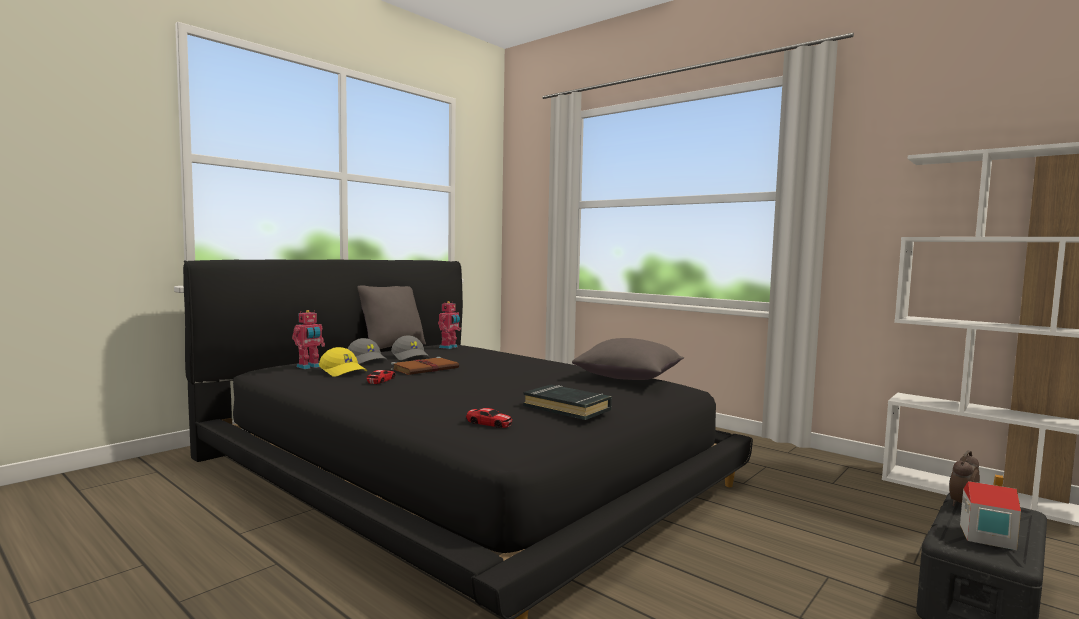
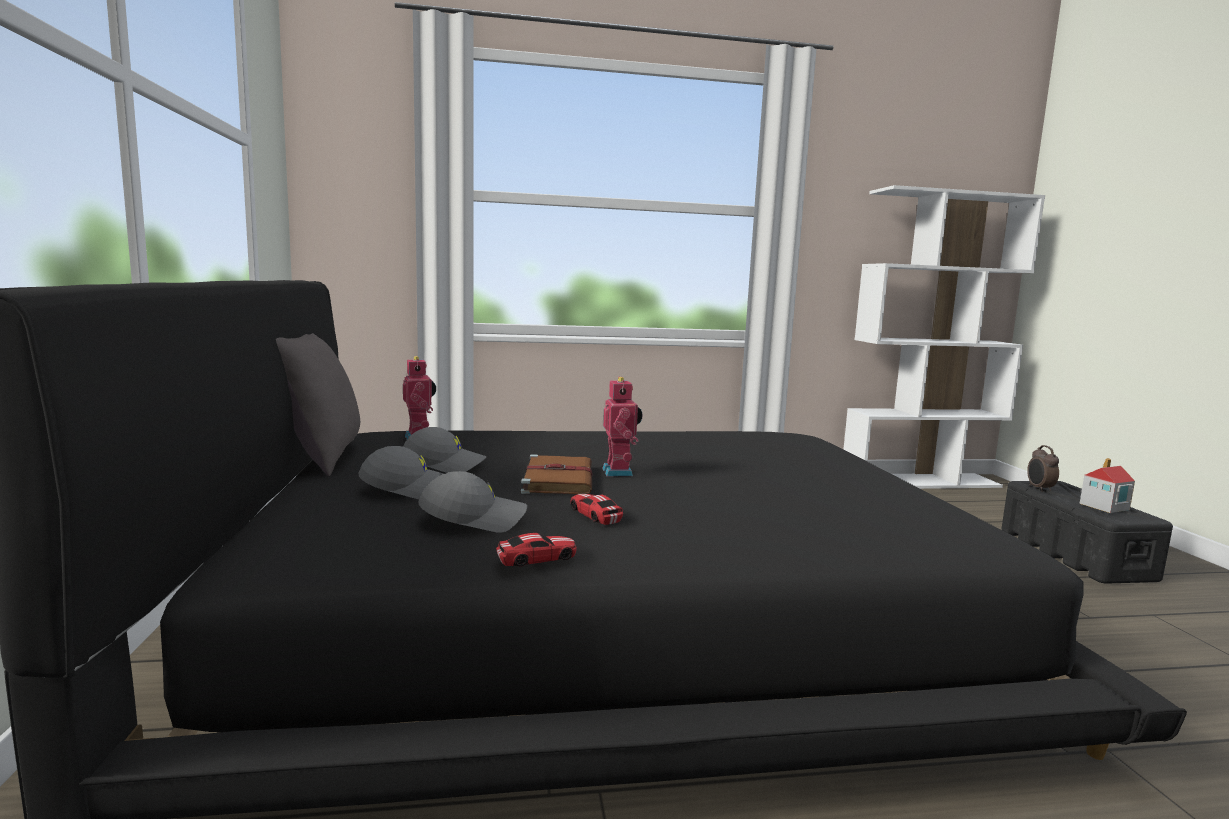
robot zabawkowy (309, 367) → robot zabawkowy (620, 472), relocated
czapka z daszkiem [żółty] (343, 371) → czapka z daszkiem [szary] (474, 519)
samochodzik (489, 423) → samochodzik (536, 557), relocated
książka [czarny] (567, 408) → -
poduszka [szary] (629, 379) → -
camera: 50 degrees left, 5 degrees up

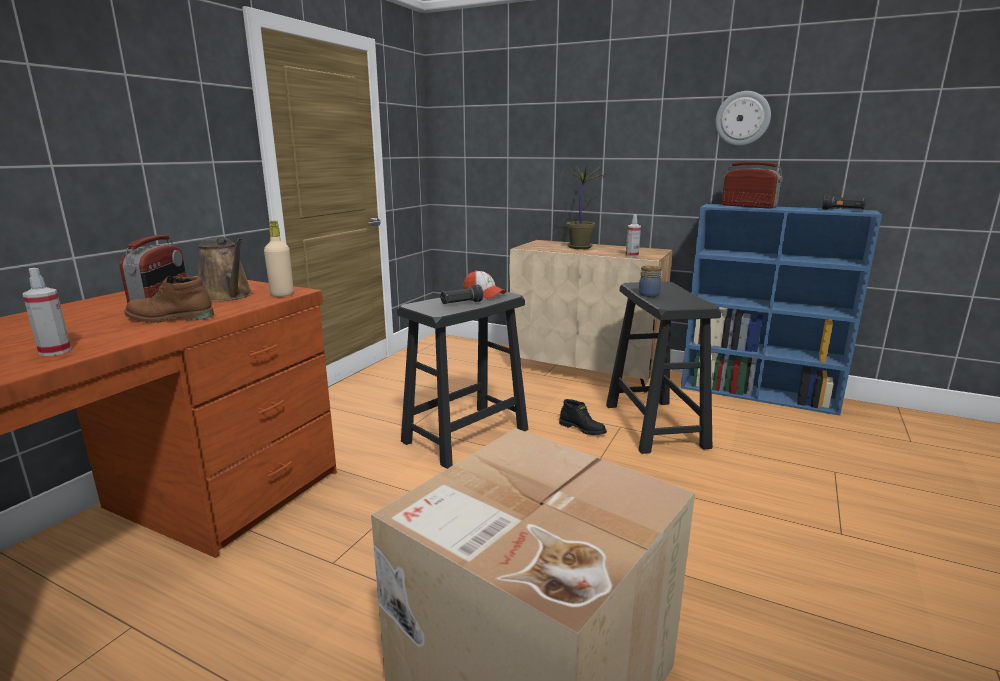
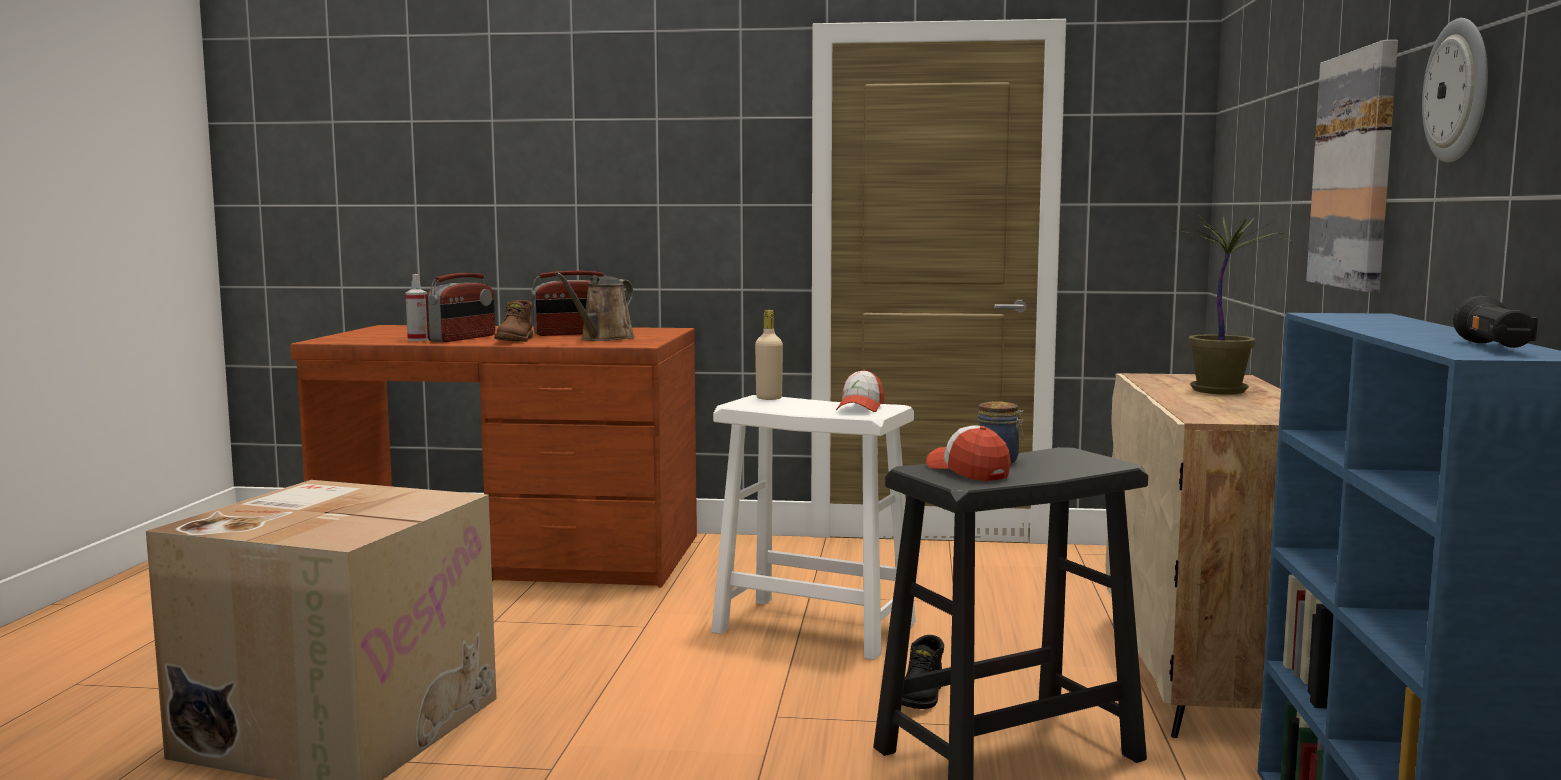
but z cholewką [brązowy] (169, 318) → but z cholewką [brązowy] (516, 340), 150 degrees counterclockwise
butelka [beżowy] (282, 294) → butelka [beżowy] (769, 398), relocated
stołek [czarny] (466, 435) → stołek [biały] (815, 628)
latarka [czarny] (461, 303) → -
spryskiwacz (632, 256) → -
radio (749, 206) → radio (463, 338), relocated
- → czapka z daszkiem (968, 471)
- → obraz (1355, 170)
camera: 70 degrees right, 10 degrees down

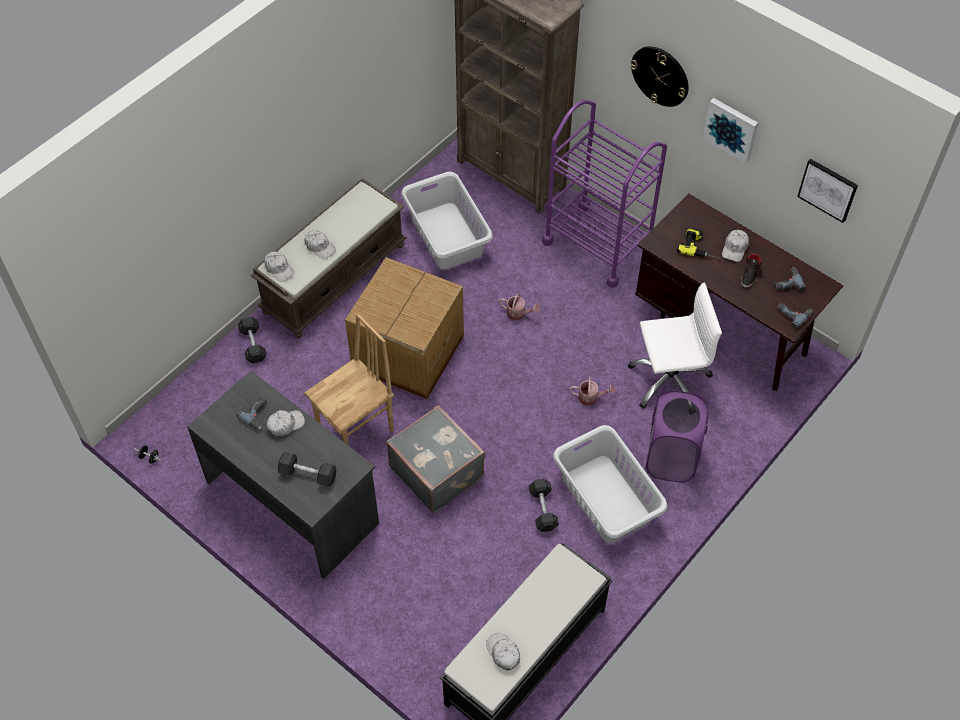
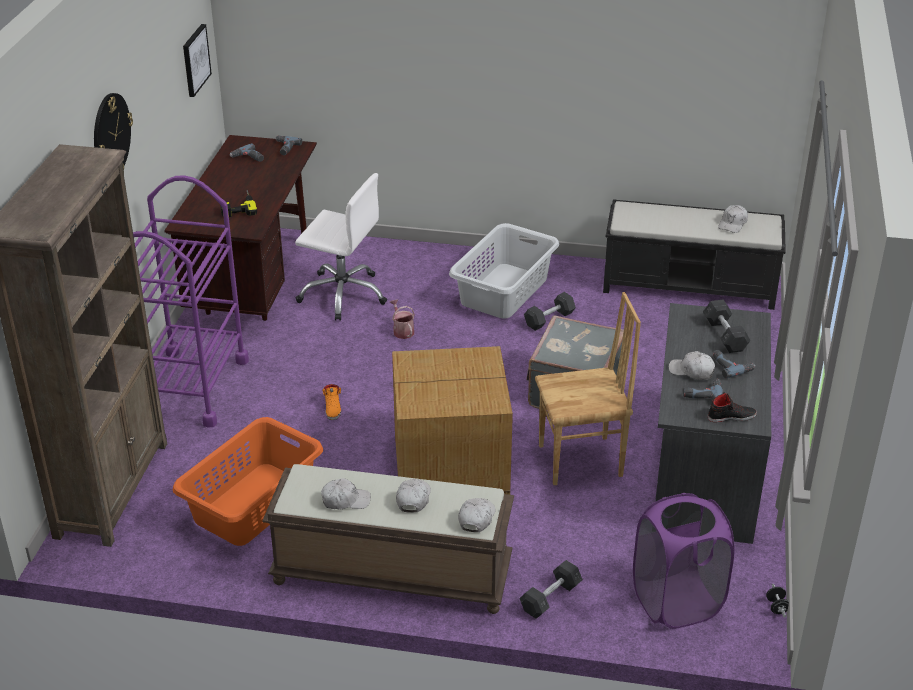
krzesło [brązowy] (357, 430) → krzesło [brązowy] (581, 462), 150 degrees clockwise
kosz na pranie [szary] (447, 235) → kosz na pranie [pomarańczowy] (252, 504)
konewka (518, 314) → but [pomarańczowy] (333, 408)
krzesło biurowe [biały] (669, 381) → krzesło biurowe [biały] (343, 294), 150 degrees clockwise
kosz na pranie [fioletowy] (670, 458) → kosz na pranie [fioletowy] (676, 602), relocated
obraz (731, 129) → -
czapka z daszkiem [biały] (735, 248) → czapka z daszkiem [biały] (345, 500), relocated
but [czarny] (750, 275) → but [czarny] (731, 416), relocated
- → wiertarka (731, 366)
camera: 120 degrees left, 20 degrees down

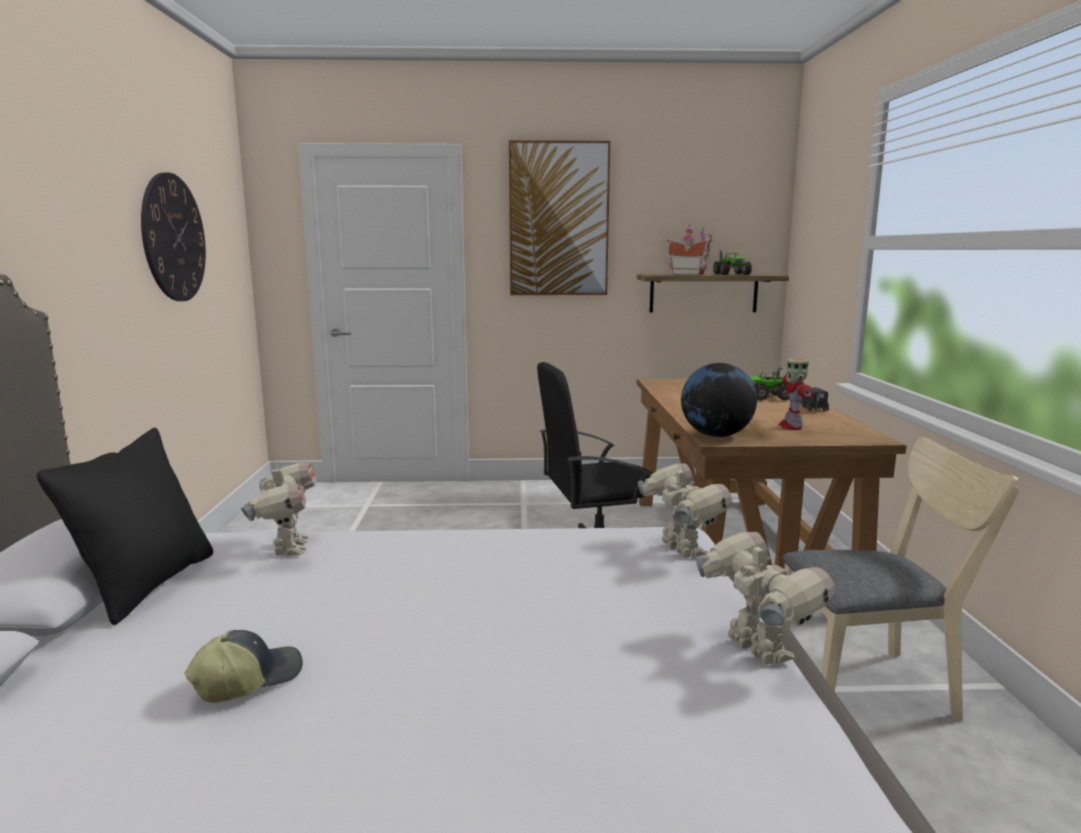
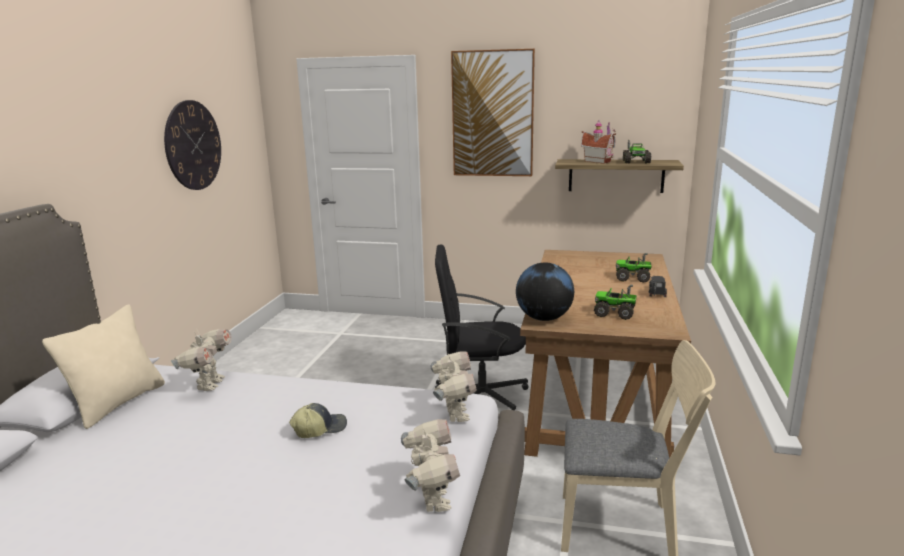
poduszka [czarny] (147, 585) → poduszka [beżowy] (118, 403)
czapka z daszkiem (247, 680) → czapka z daszkiem (319, 428), relocated
robot zabawkowy (791, 426) → ciężarówka zabawkowa (615, 313)
camera: 15 degrees right, 5 degrees up

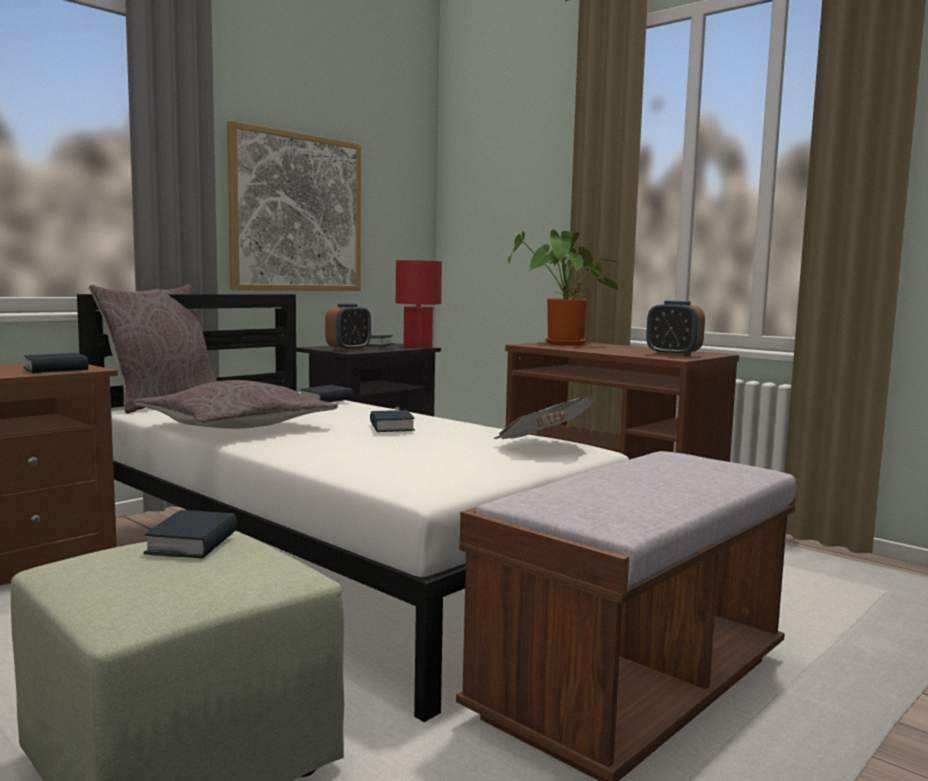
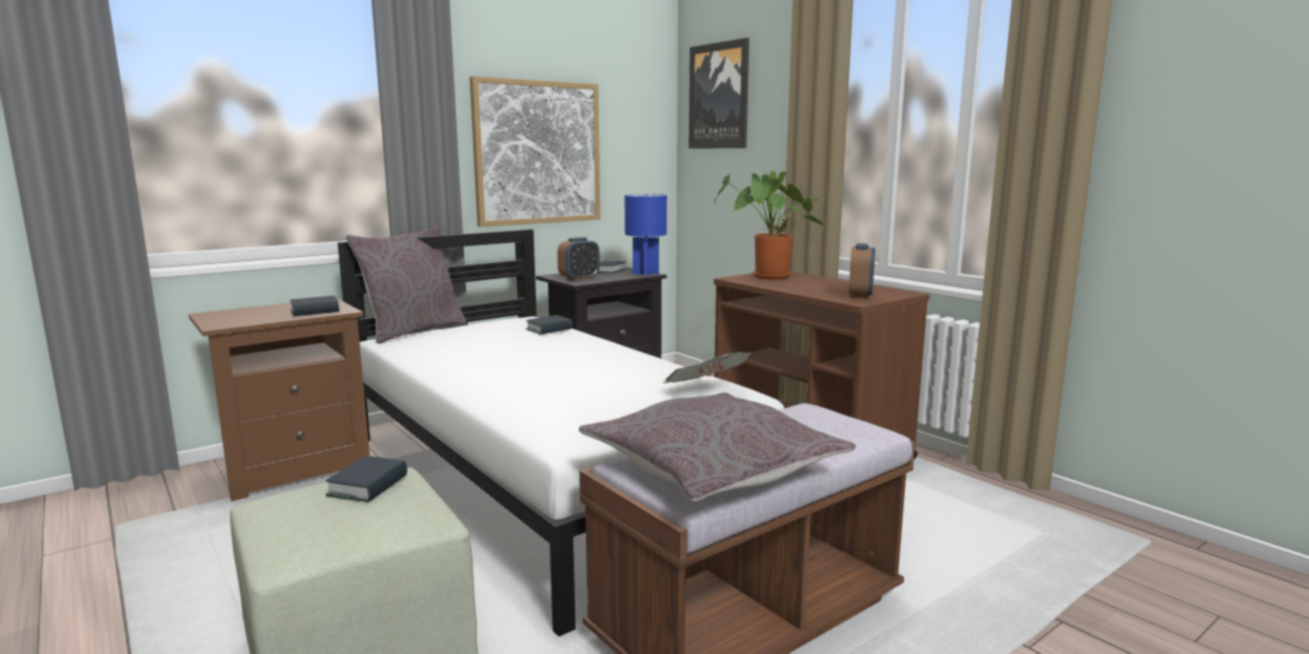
poduszka [szary] (235, 426) → poduszka [szary] (711, 466), relocated
książka (391, 427) → -
lampa stołowa [czerwony] (417, 347) → lampa stołowa [niebieski] (645, 273)
budzik (673, 354) → budzik (860, 295), 120 degrees counterclockwise
- → obraz (719, 96)
camera: 10 degrees right, 5 degrees up

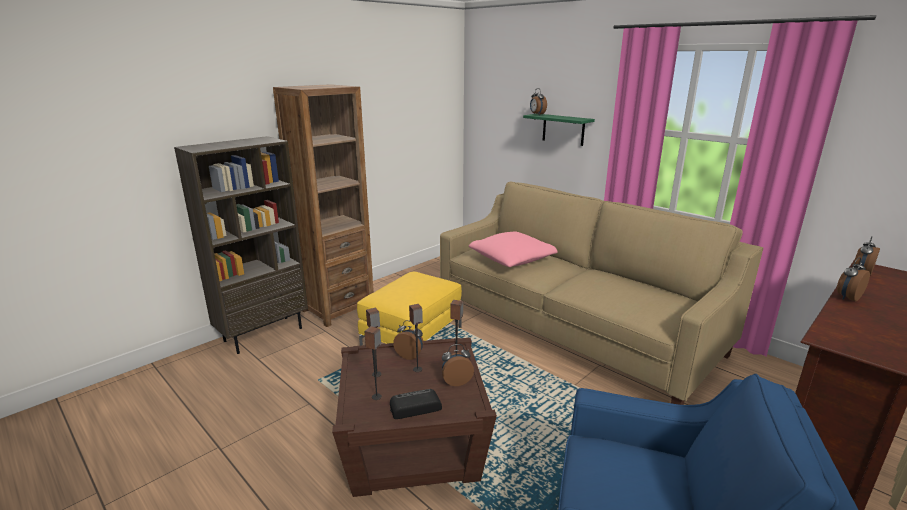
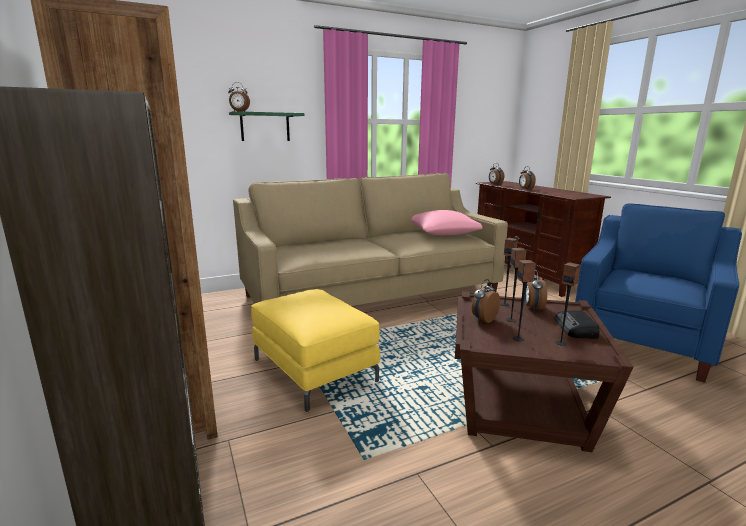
poduszka [różowy] (512, 259) → poduszka [różowy] (442, 233), relocated
camera: 70 degrees left, 5 degrees down

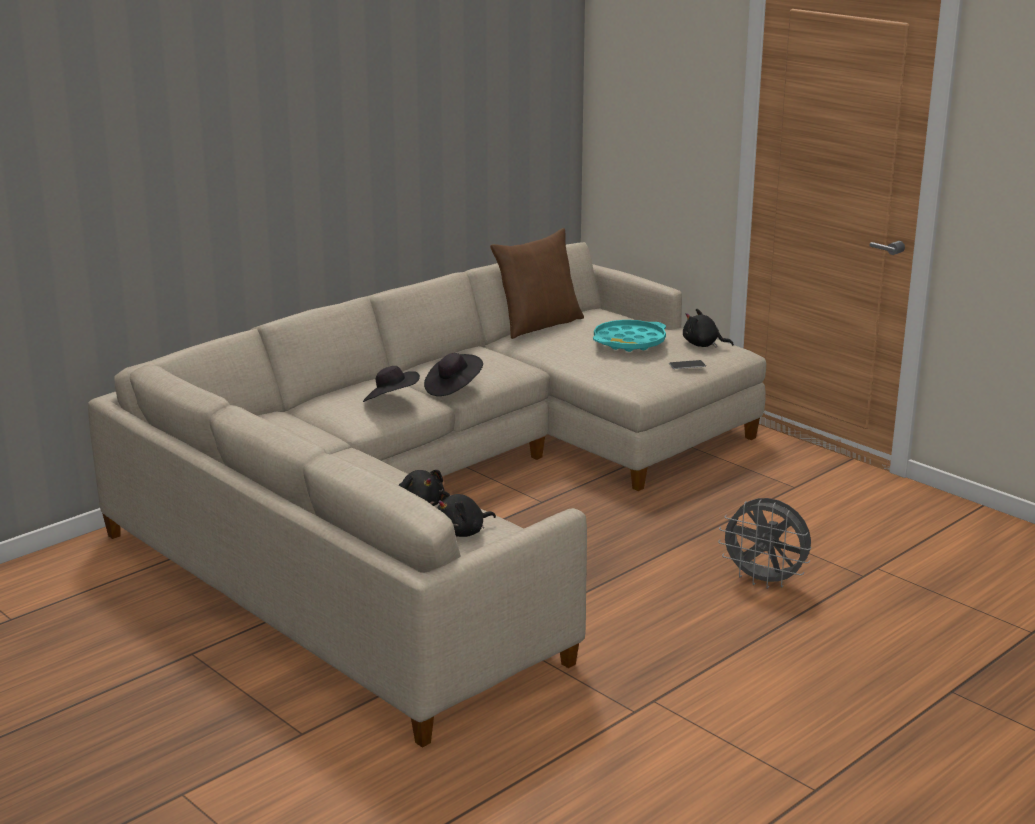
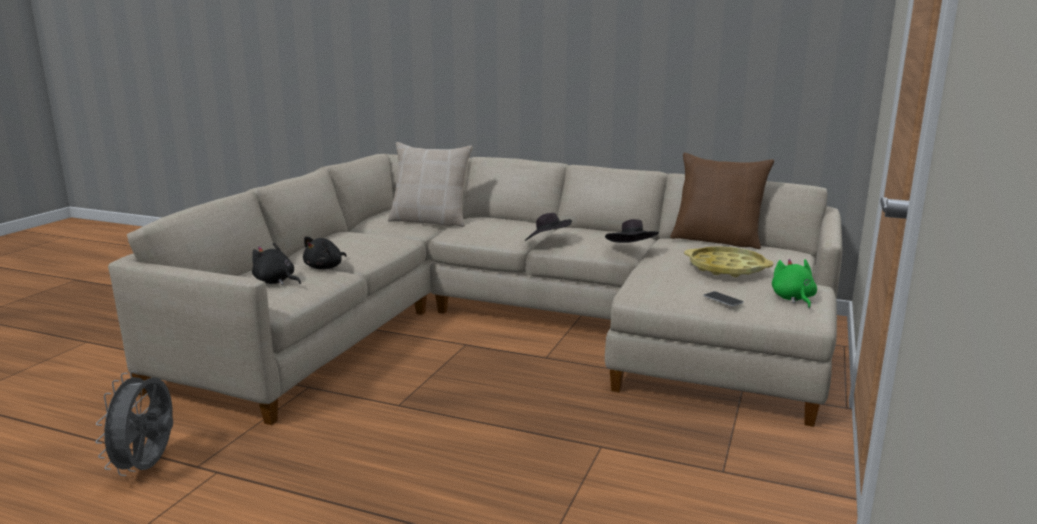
kapelusz [czarny] (391, 401) → kapelusz [czarny] (632, 249), relocated
taca [turkusowy] (629, 342) → taca [żółty] (727, 268)
pluszak [czarny] (703, 345) → pluszak [zielony] (793, 299)
wentylator [szary] (765, 581) → wentylator [szary] (148, 467), relocated
- → poduszka [beżowy] (430, 221)
camera: 65 degrees right, 5 degrees down

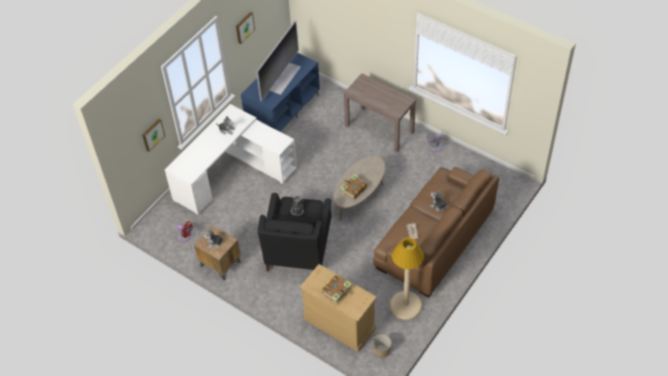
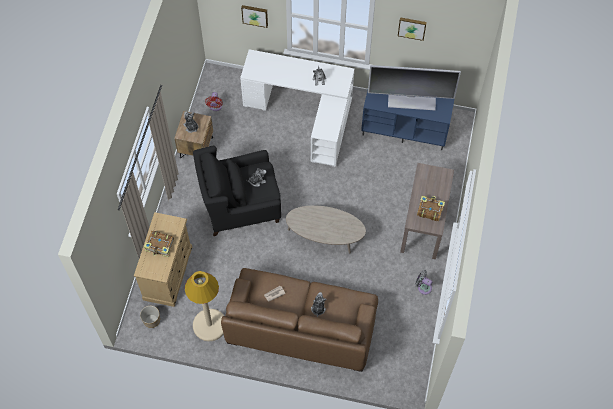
książka (353, 189) → książka (429, 210), relocated
camera: 65 degrees right, 10 degrees up

